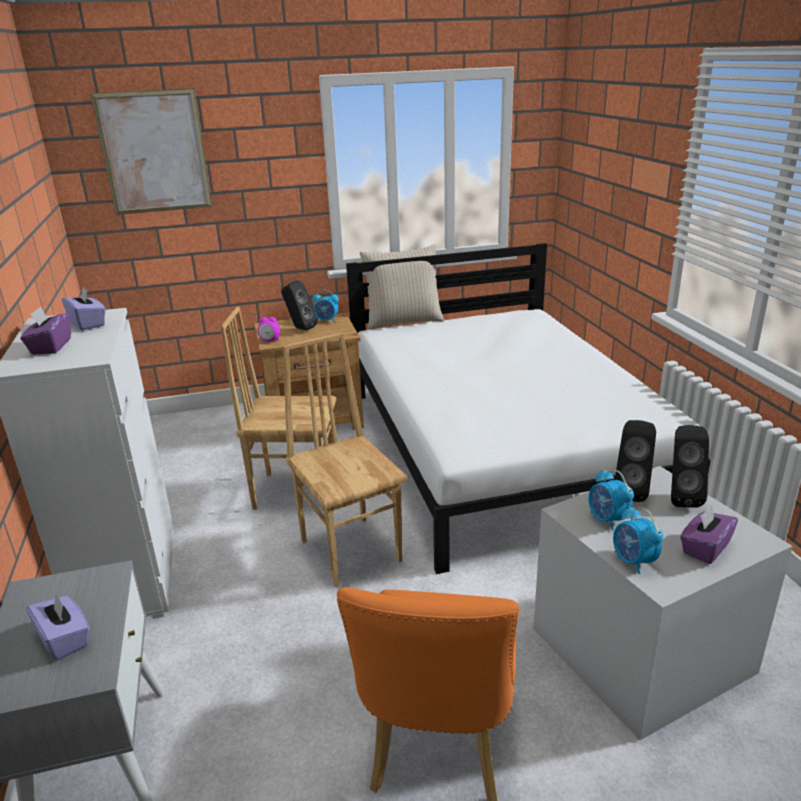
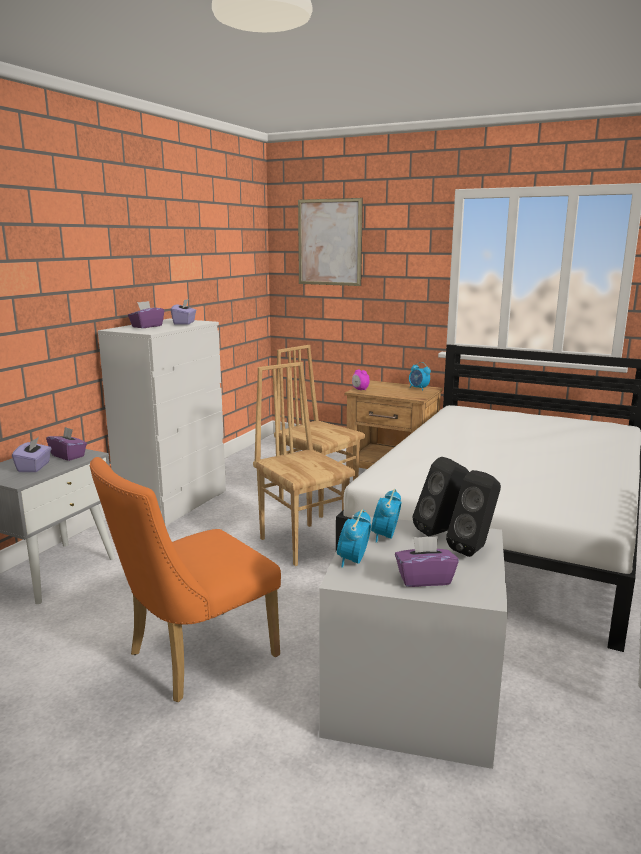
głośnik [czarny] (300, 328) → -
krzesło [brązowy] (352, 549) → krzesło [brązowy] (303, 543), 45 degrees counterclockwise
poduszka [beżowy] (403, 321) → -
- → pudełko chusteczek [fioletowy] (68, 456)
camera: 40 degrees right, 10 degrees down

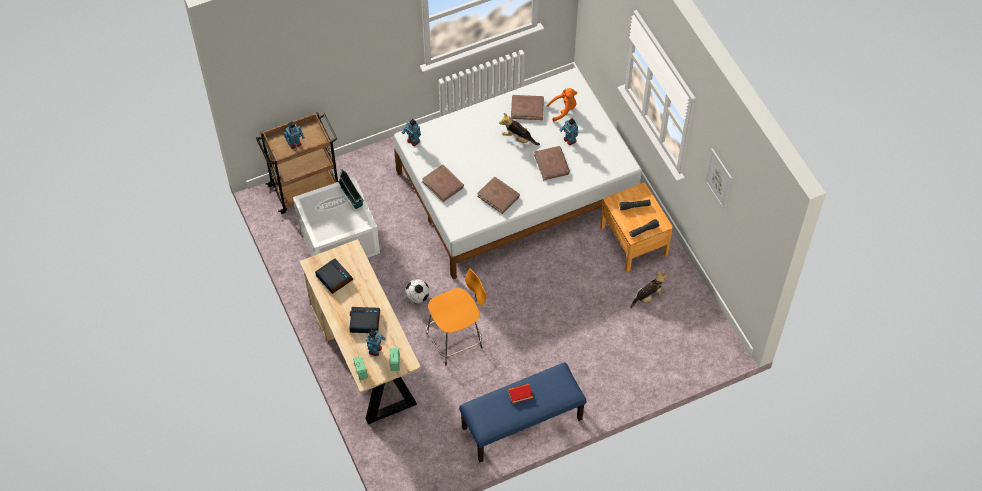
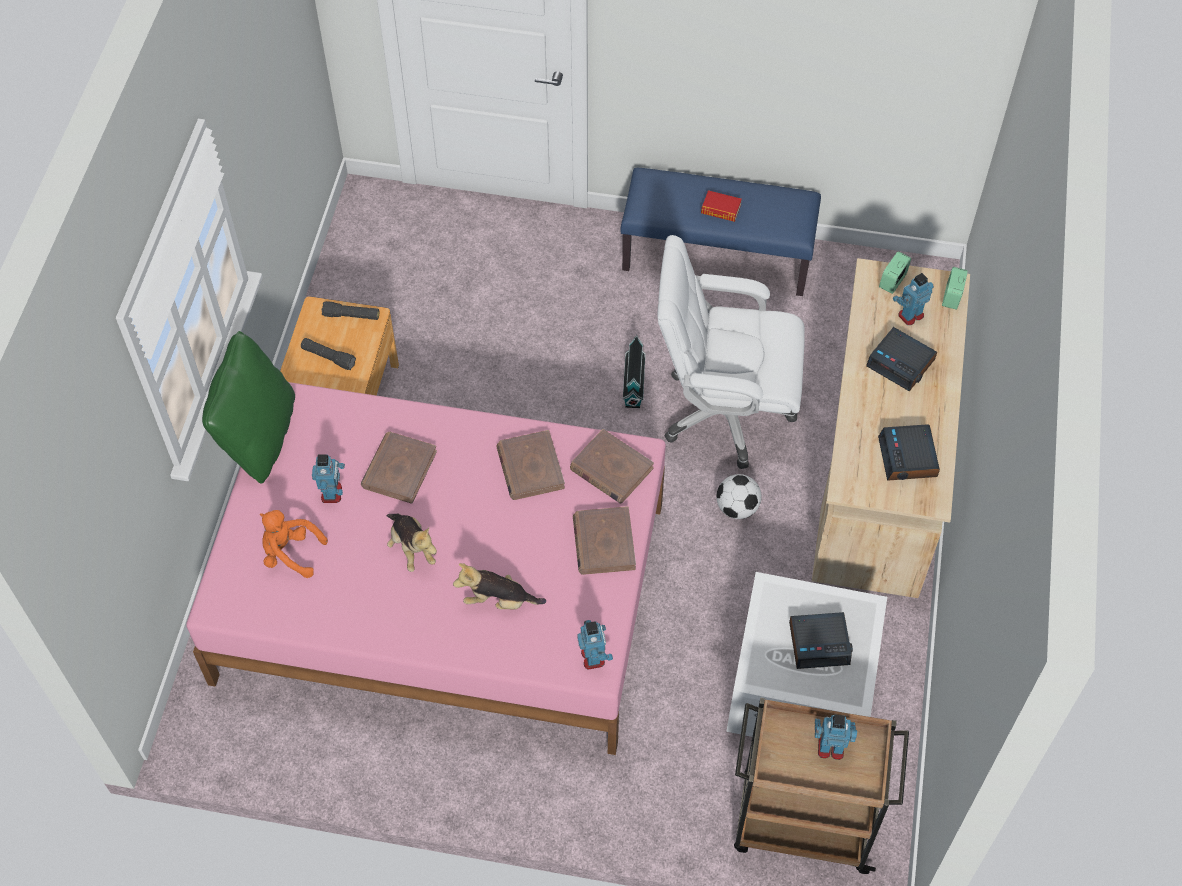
domek (352, 197) → domek (633, 383), relocated
łóżko [biały] (516, 189) → łóżko [różowy] (443, 590)
stołek [pomarańczowy] (456, 339) → krzesło biurowe [biały] (724, 412)
książka [brązowy] (527, 108) → książka [brązowy] (611, 469), relocated
pluszak (649, 297) → pluszak (498, 600), relocated
obraz (718, 179) → -
- → poduszka [zielony] (259, 437)
- → budzik (819, 643)
camera: 145 degrees left, 0 degrees up

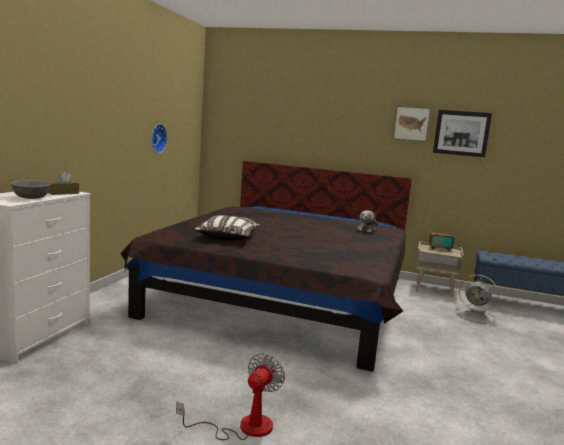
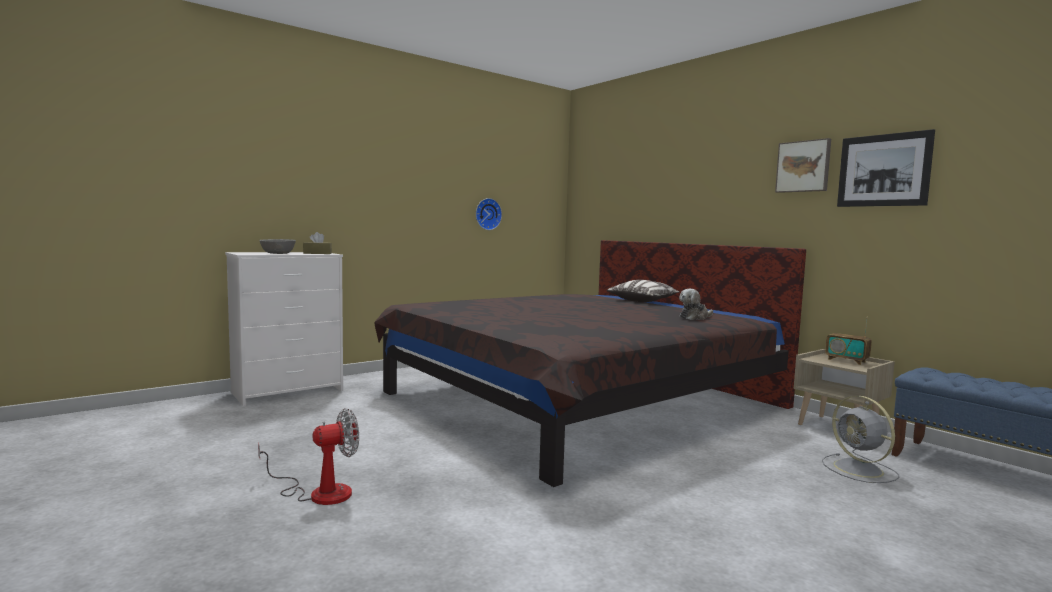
poduszka (227, 237) → poduszka (643, 301), relocated
camera: 35 degrees right, 5 degrees down

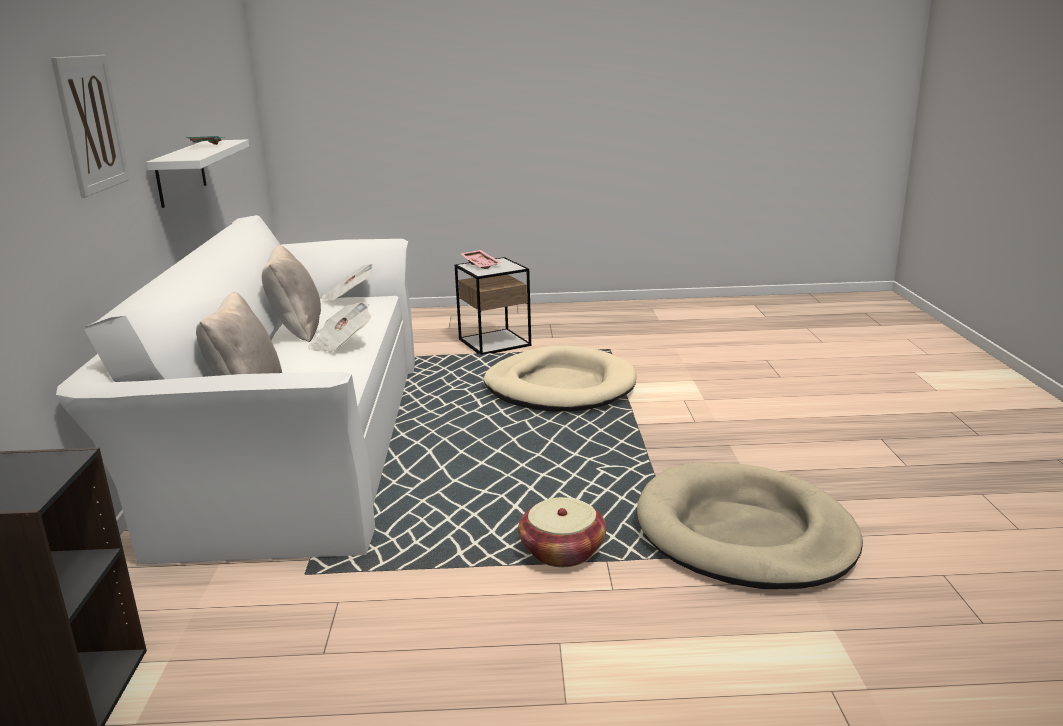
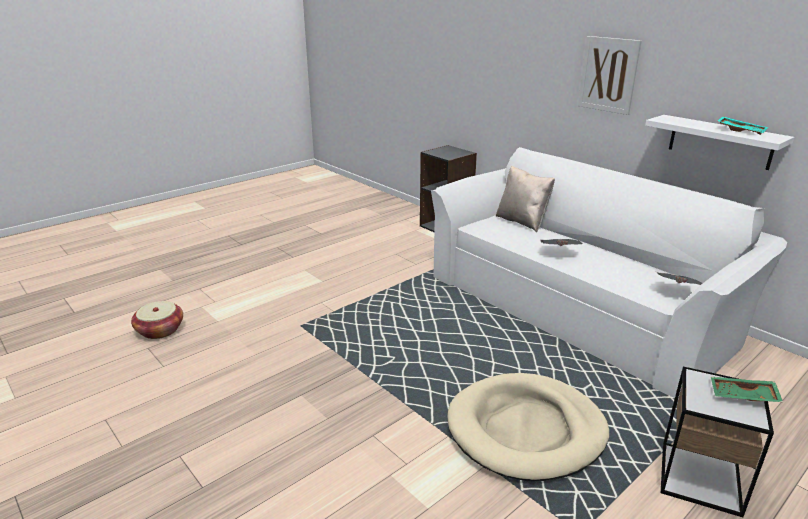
poduszka [beżowy] (297, 330) → -
taca [różowy] (481, 264) → taca [zielony] (743, 396)
koszyk (562, 551) → koszyk (160, 330), relocated
legowisko [beżowy] (744, 533) → -
camera: 140 degrees right, 5 degrees up

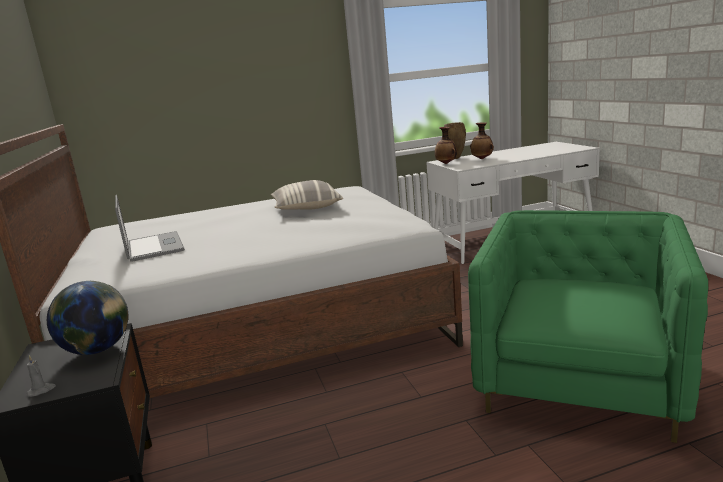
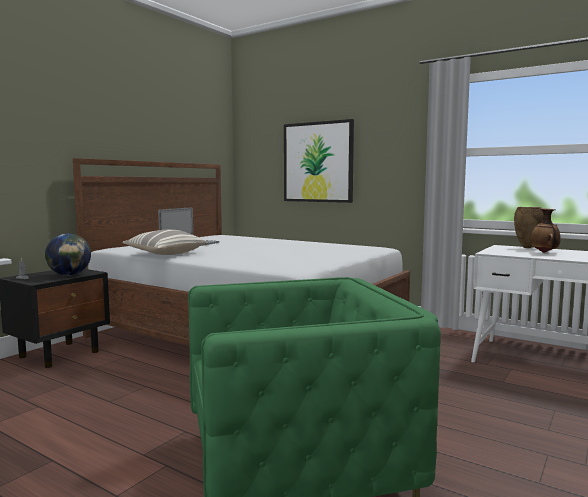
poduszka (306, 208) → poduszka (165, 253), relocated
wazon (446, 163) → -
- → obraz (318, 162)
camera: 50 degrees right, 10 degrees down

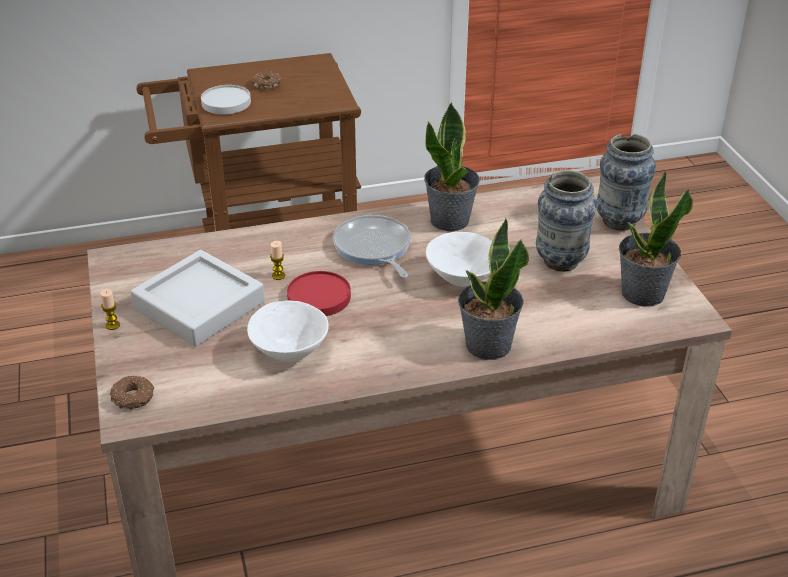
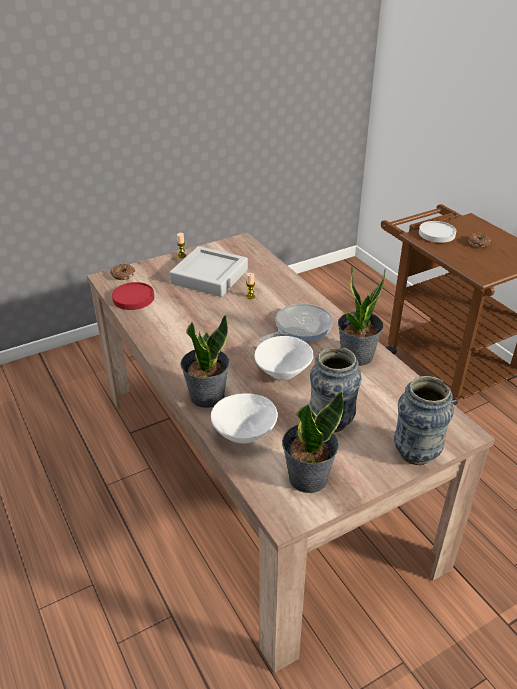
miska [biały] (289, 351) → miska [biały] (245, 434), relocated
talerz [czerwony] (319, 297) → talerz [czerwony] (134, 298), relocated
camera: 75 degrees right, 0 degrees up

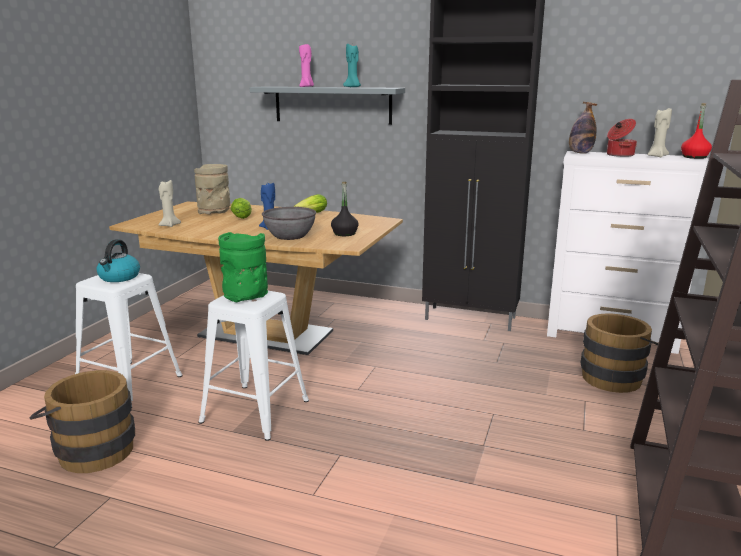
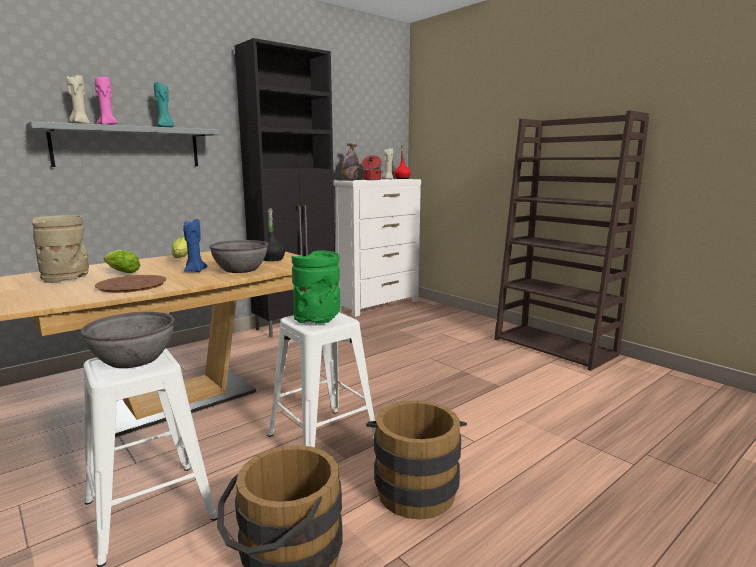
czajnik (119, 277) → miska [szary] (133, 359)
świeca [beżowy] (169, 225) → świeca [beżowy] (80, 124), relocated
wiadro [brązowy] (615, 377) → wiadro [brązowy] (415, 487), relocated
- → talerz [brązowy] (132, 285)
camera: 60 degrees left, 5 degrees down

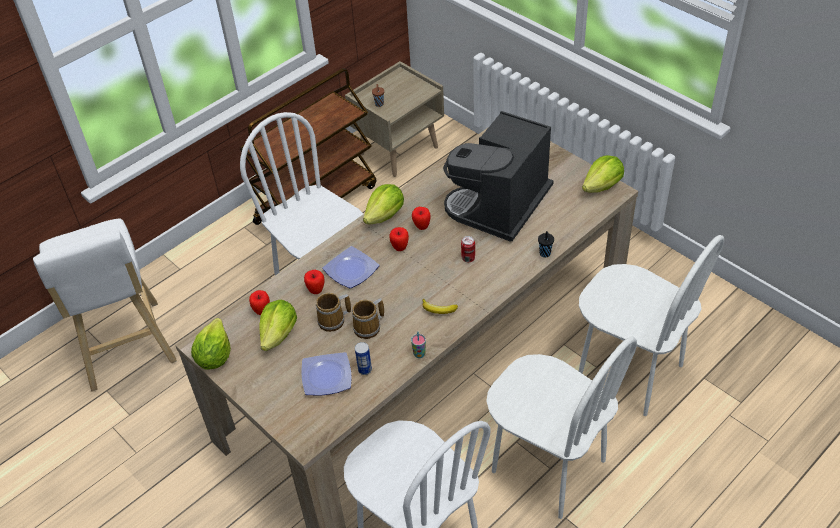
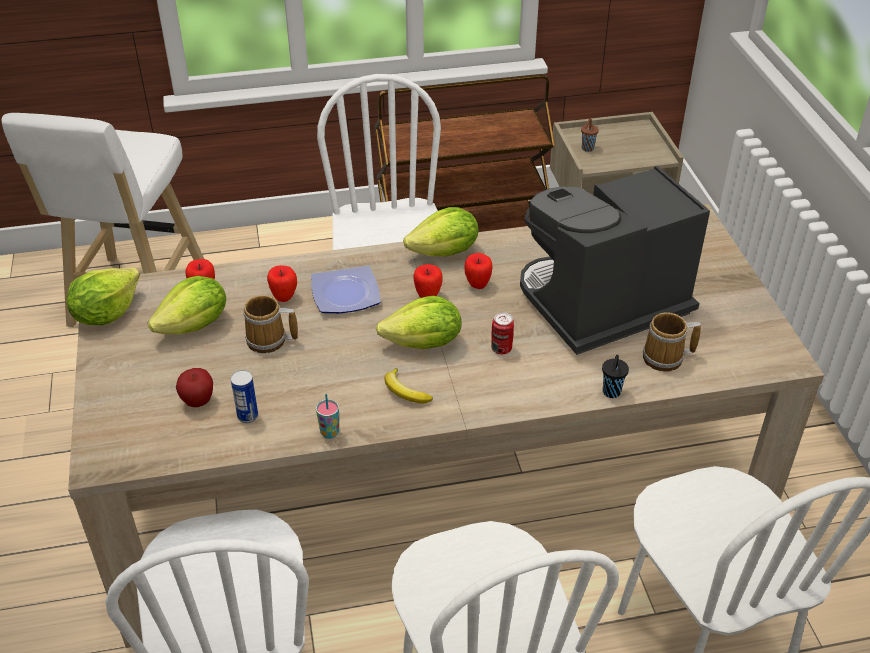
talerz (327, 377) → jabłko (198, 401)
kubek (369, 327) → kubek (666, 358), relocated
sałata (602, 186) → sałata (424, 343), relocated
camera: 30 degrees right, 5 degrees down

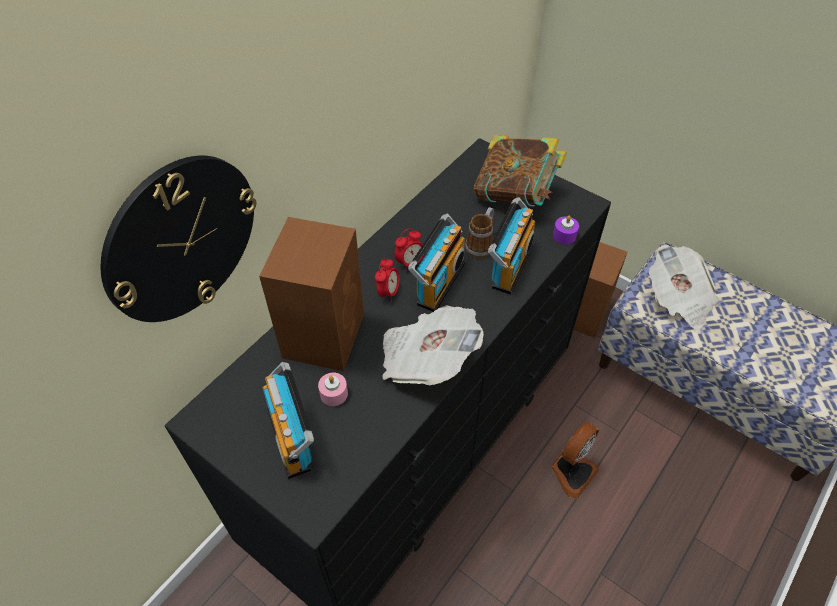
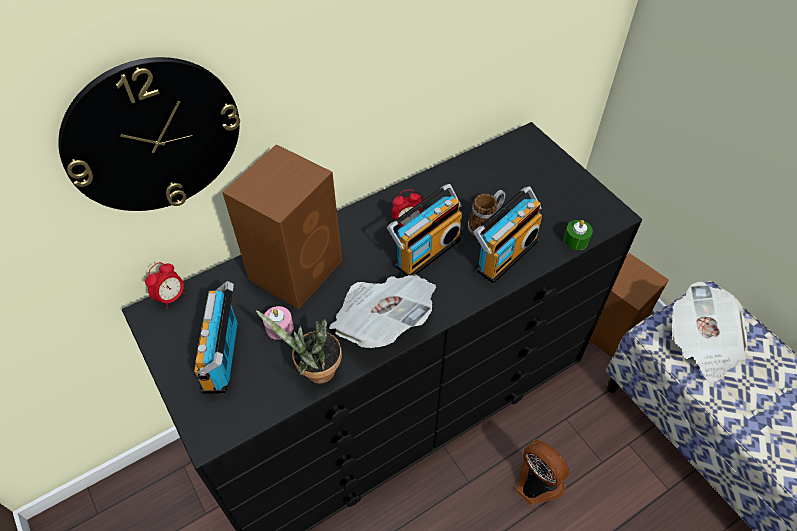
budzik (388, 292) → budzik (171, 297), relocated
książka (515, 195) → -
wentylator (571, 472) → wentylator (536, 484), 105 degrees counterclockwise
świeca [fioletowy] (564, 235) → świeca [zielony] (576, 240)
- → roślina doniczkowa (315, 372)
camera: 20 degrees right, 0 degrees up

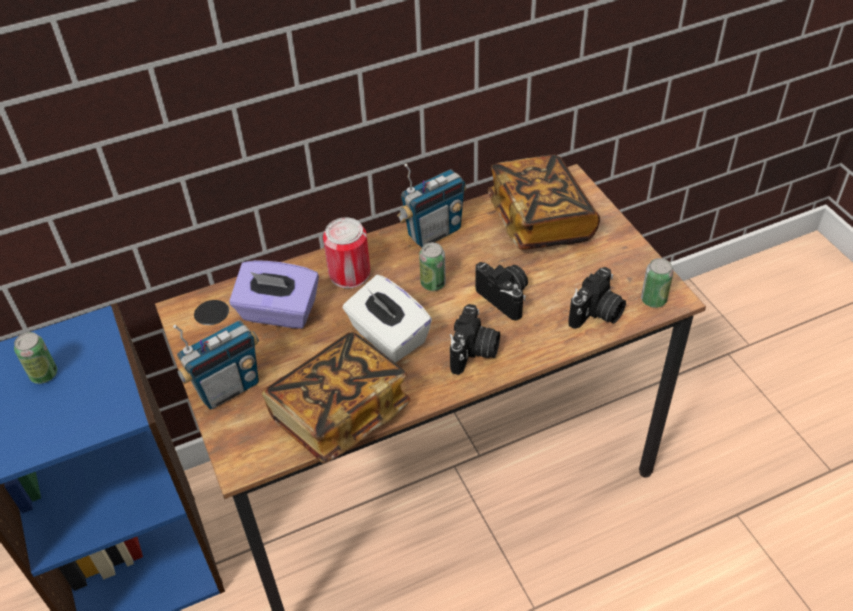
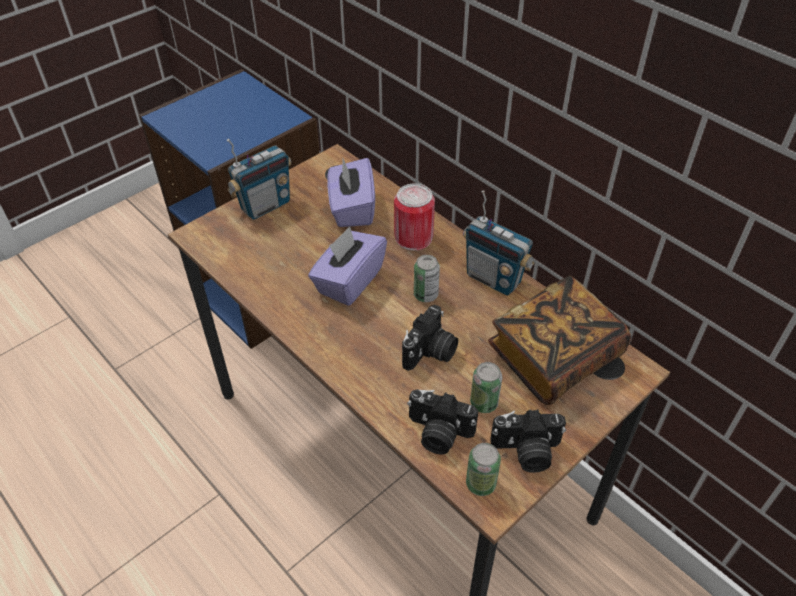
puszka (44, 374) → puszka (484, 403), relocated
radio (228, 388) → radio (265, 205), 75 degrees counterclockwise
książka (339, 413) → -
pudełko chusteczek [biały] (388, 336) → pudełko chusteczek [fioletowy] (349, 281)
aparat fotograficzny (474, 352) → aparat fotograficzny (526, 452), relocated
camera: 70 degrees right, 0 degrees up

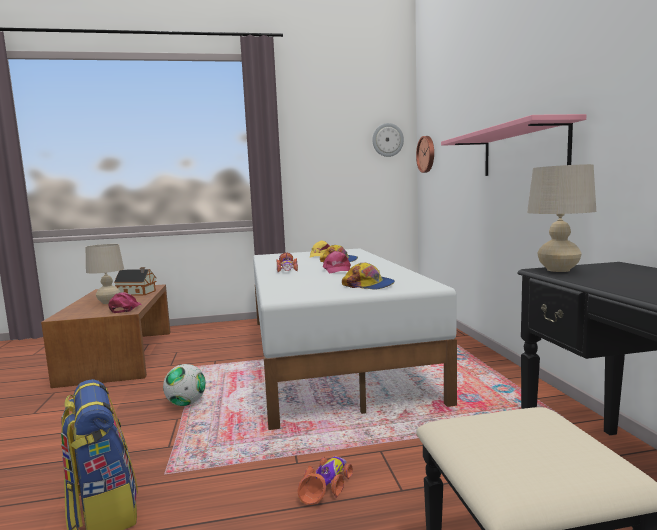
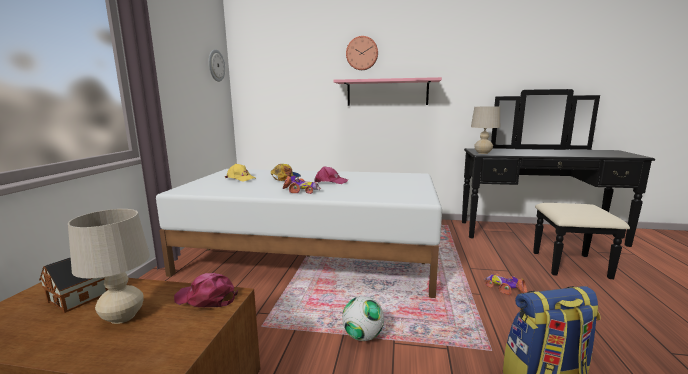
czapka z daszkiem (369, 285) → -
zegar ścienny (427, 154) → zegar ścienny (362, 53), relocated
camera: 70 degrees left, 5 degrees up

